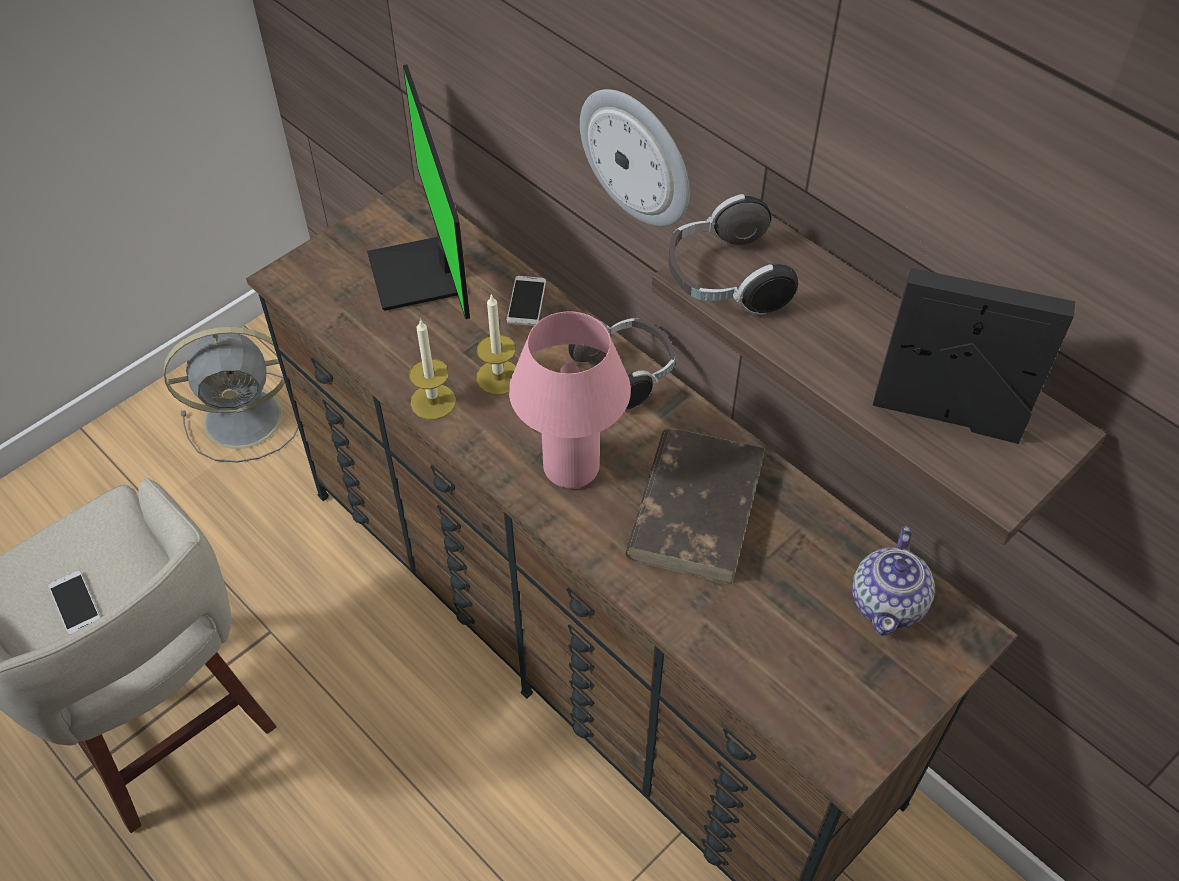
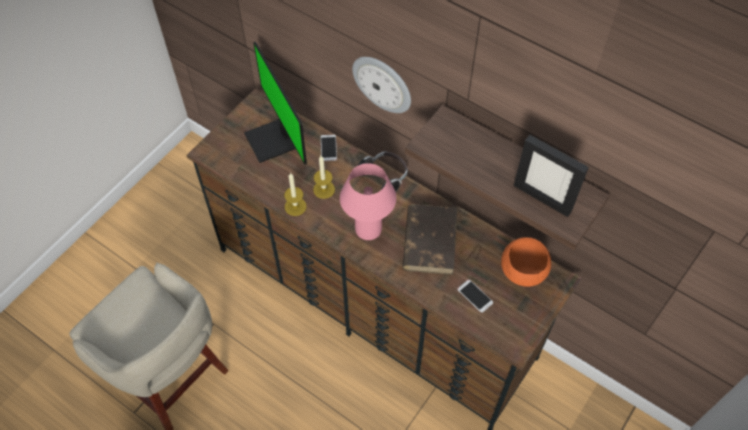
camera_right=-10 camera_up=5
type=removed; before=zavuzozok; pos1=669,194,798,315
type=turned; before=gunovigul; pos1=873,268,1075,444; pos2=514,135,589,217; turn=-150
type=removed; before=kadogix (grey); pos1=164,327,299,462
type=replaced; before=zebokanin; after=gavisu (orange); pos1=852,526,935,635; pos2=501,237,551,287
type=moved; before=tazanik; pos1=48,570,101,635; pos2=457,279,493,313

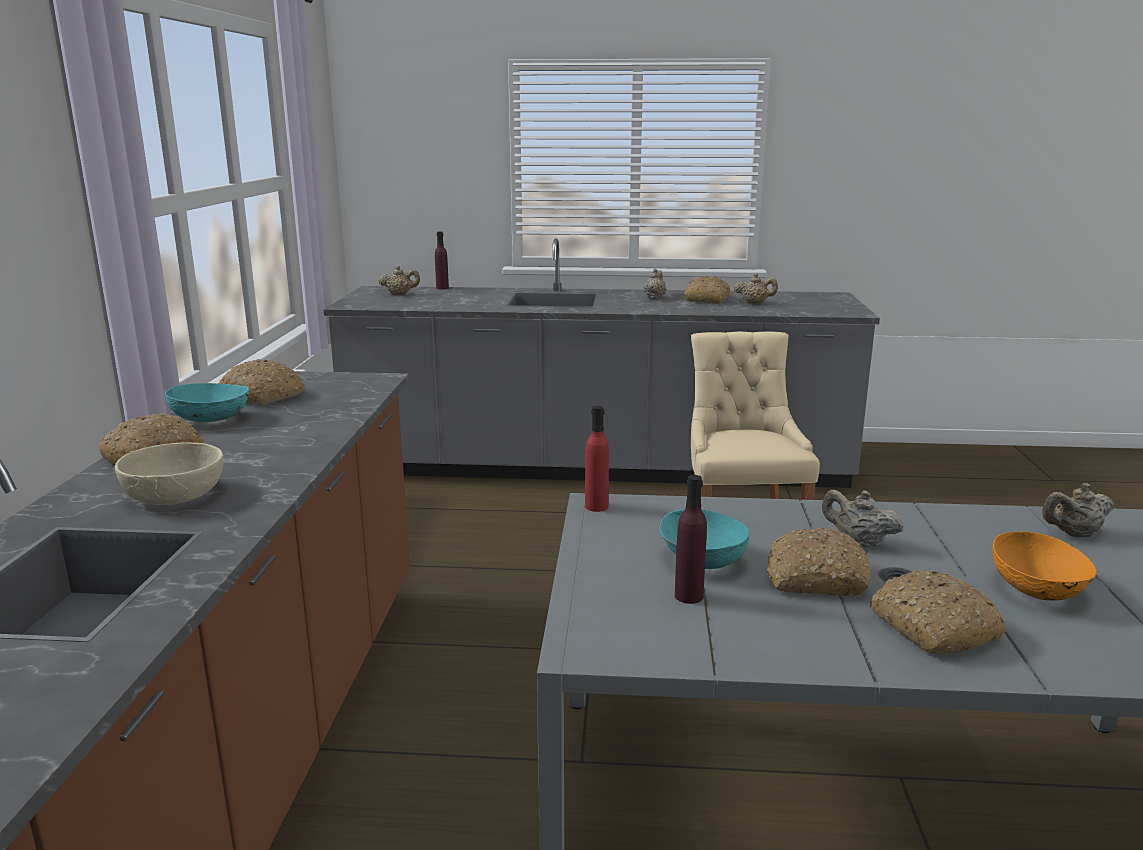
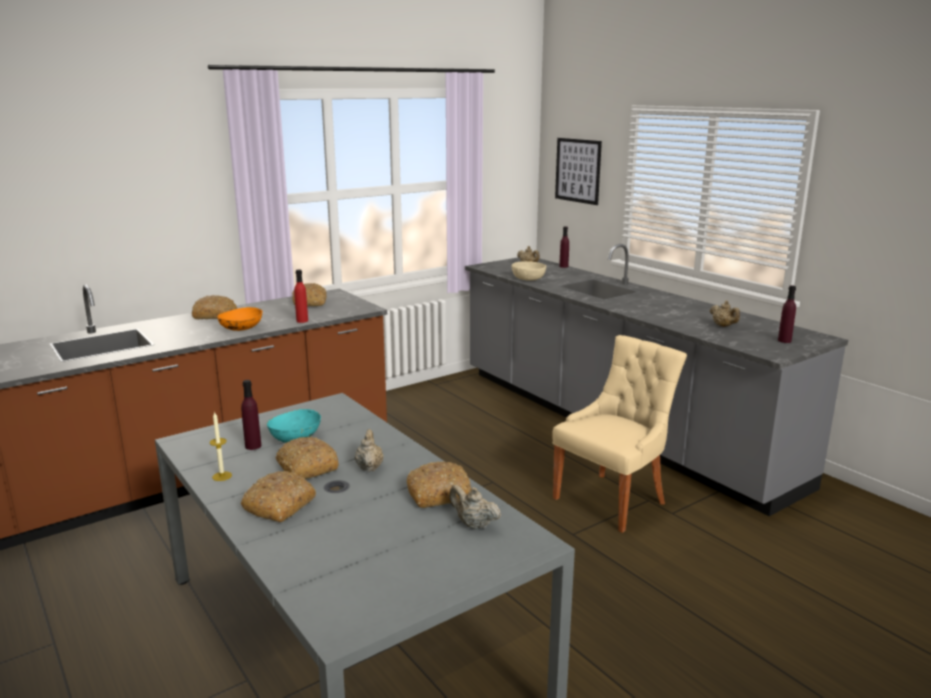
camera_right=50 camera_up=0
type=removed; before=zebokanin (beige); pos1=644,268,666,299
type=moved; before=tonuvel; pos1=684,276,730,303; pos2=407,461,471,508
type=removed; before=gavisu (turquoise); pos1=165,383,249,422
type=moved; before=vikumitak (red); pos1=585,406,609,512; pos2=294,270,308,323
type=moved; before=gavisu (beige); pos1=115,442,223,505; pos2=512,261,546,281
type=moved; before=gavisu (orange); pos1=993,532,1097,601; pos2=217,307,263,331
type=added; after=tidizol; pos2=555,138,602,205
type=added; after=vikumitak (purple); pos2=778,286,796,343
type=added; after=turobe; pos2=210,411,232,481

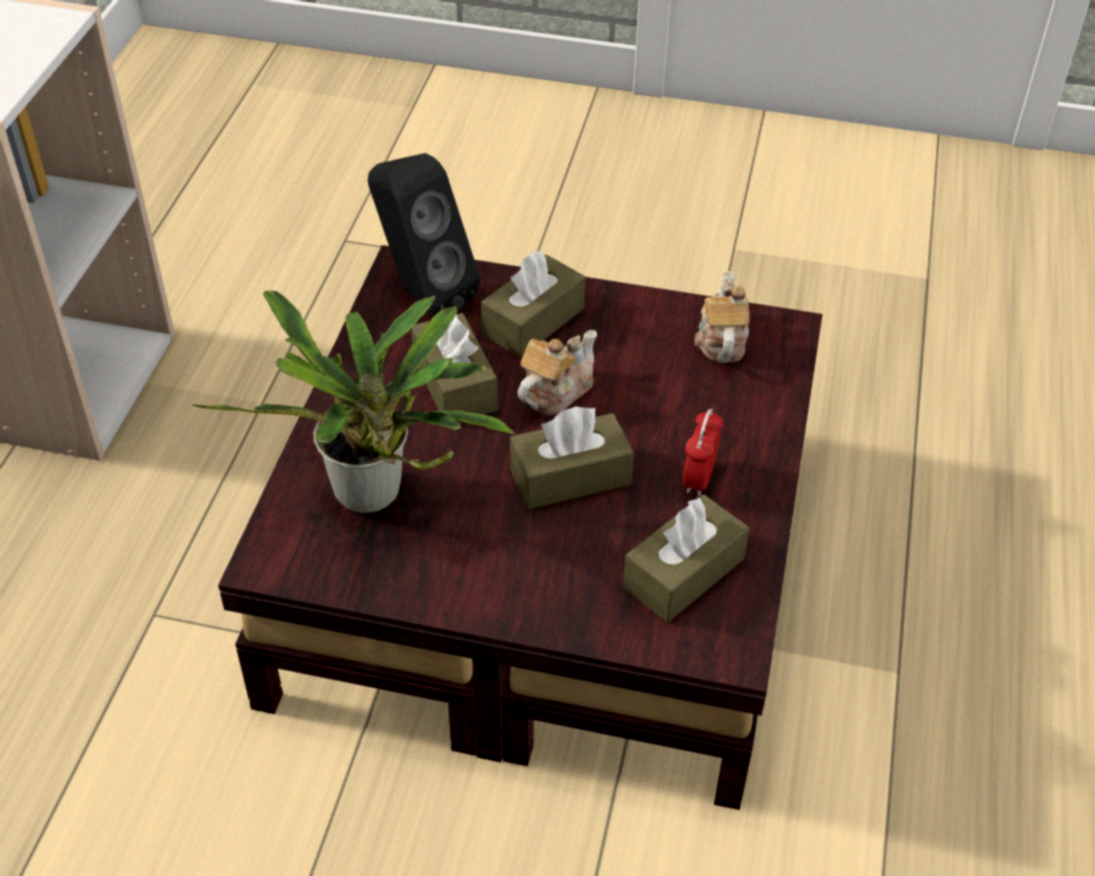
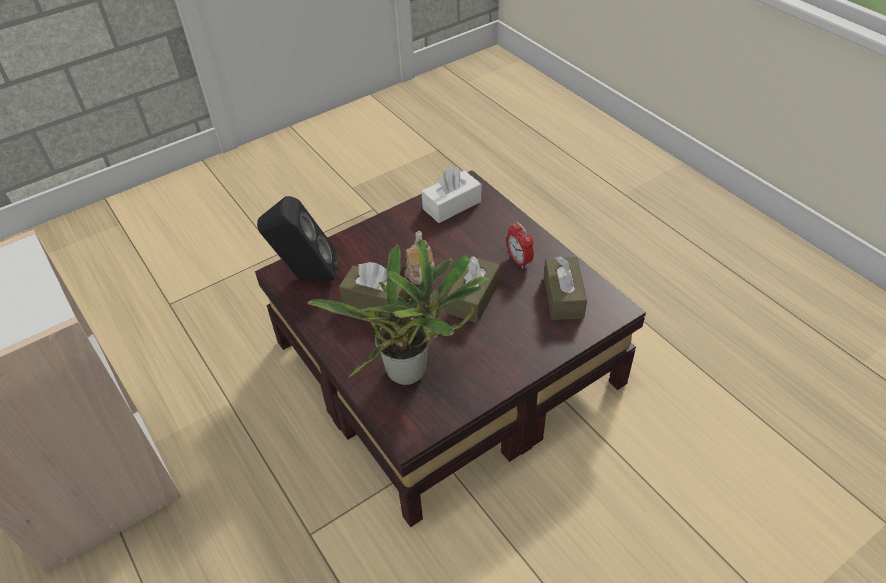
camera_right=-45 camera_up=0
type=removed; before=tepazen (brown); pos1=481,251,585,358
type=replaced; before=zebokanin; after=tepazen (white); pos1=694,271,750,363; pos2=421,167,481,223

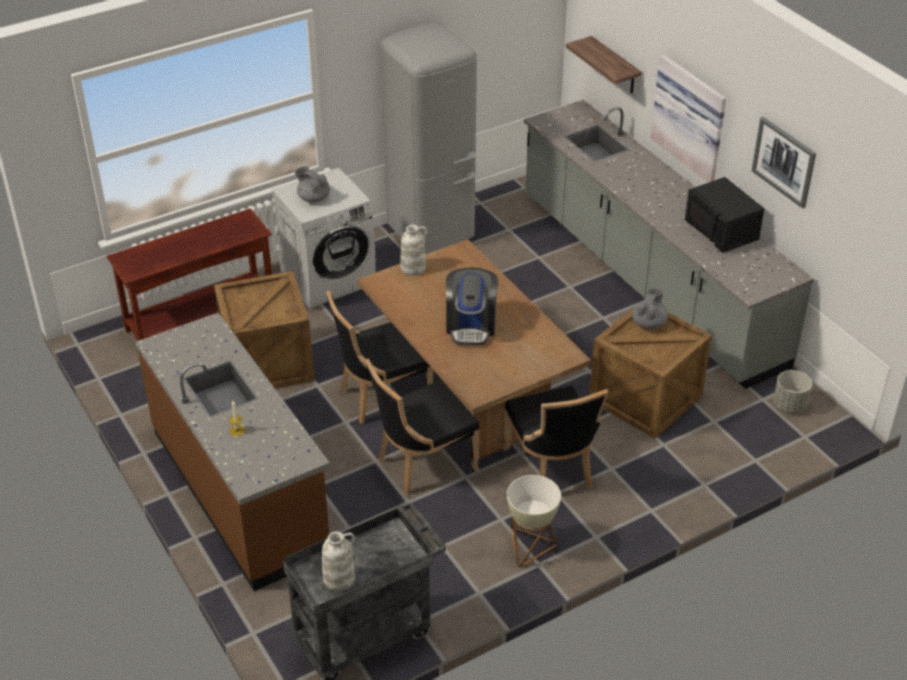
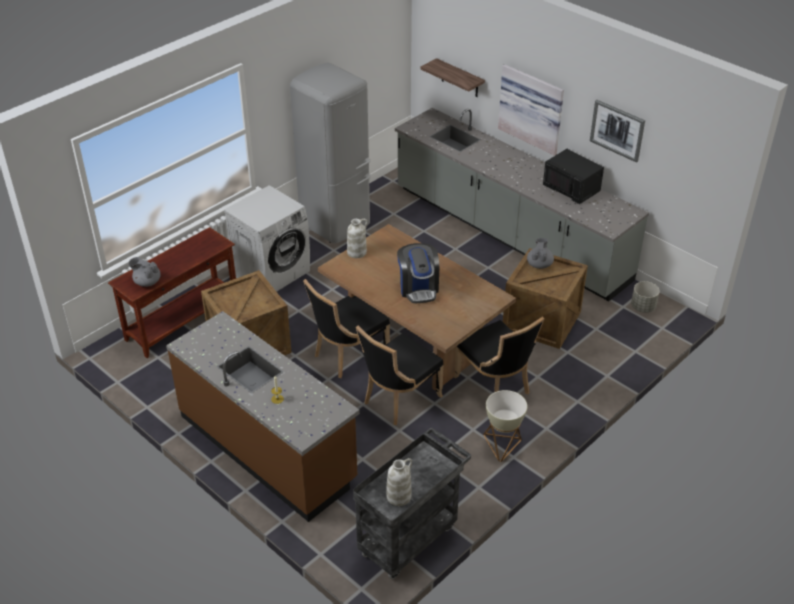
camera_right=-15 camera_up=0
type=moved; before=zebokanin (grey); pos1=295,166,330,203; pos2=128,257,161,287

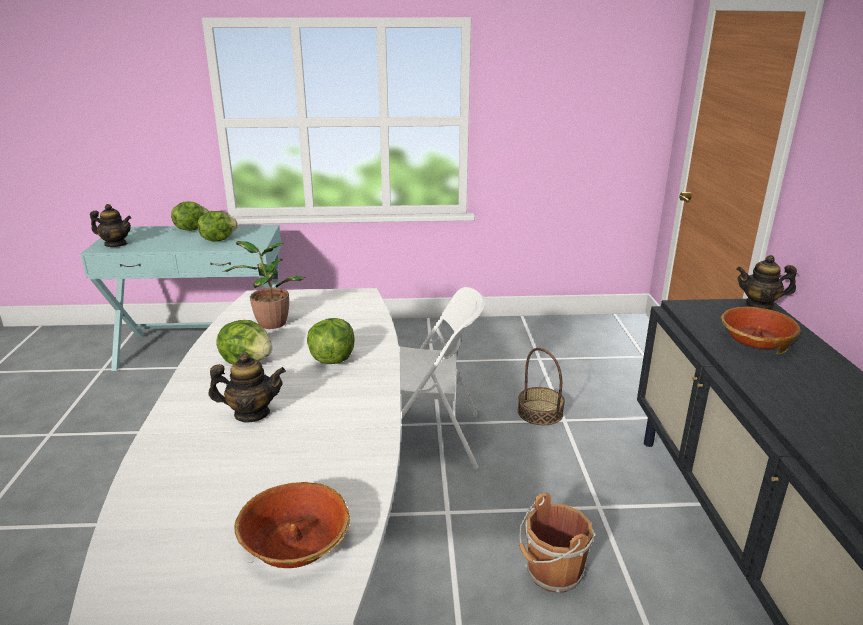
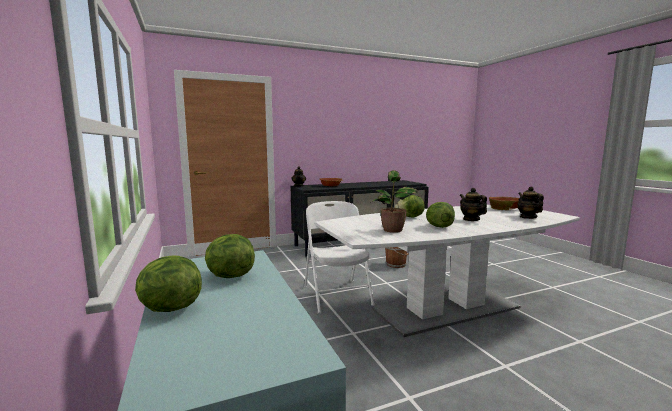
camera_right=-110 camera_up=-15
type=moved; before=zebokanin; pos1=90,204,131,247; pos2=517,186,544,219
type=removed; before=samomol; pos1=518,348,565,425

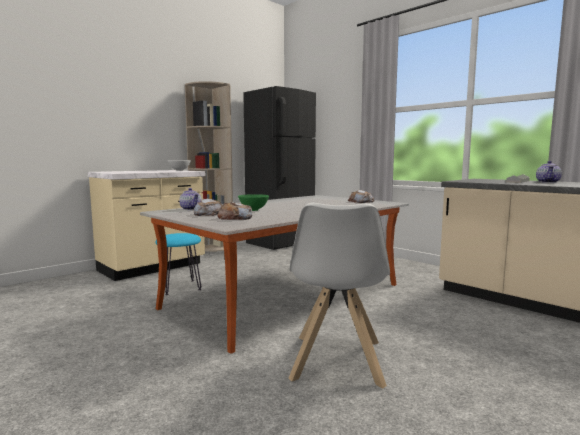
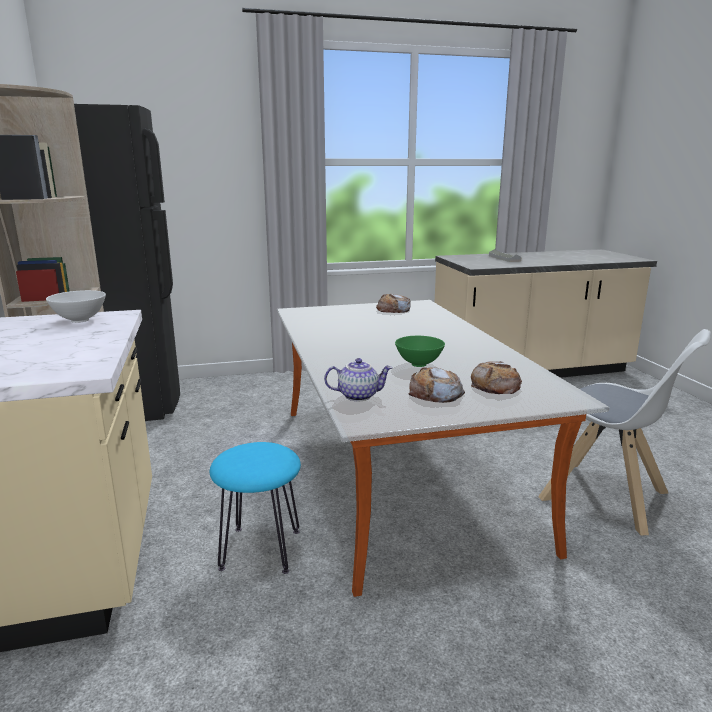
camera_right=-60 camera_up=10
type=removed; before=zebokanin; pos1=536,161,562,183

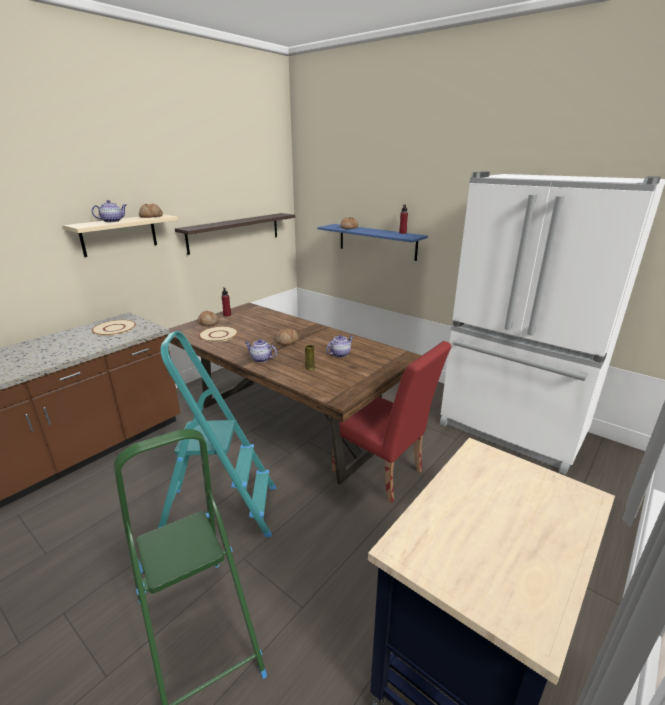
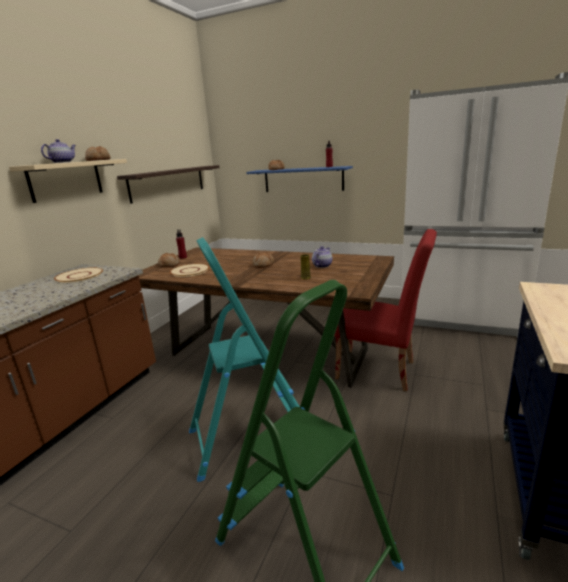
camera_right=-15 camera_up=-5
type=removed; before=zebokanin; pos1=245,339,277,363

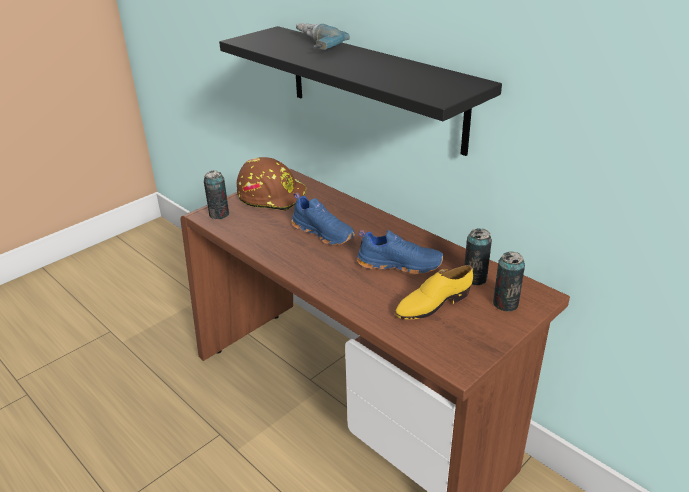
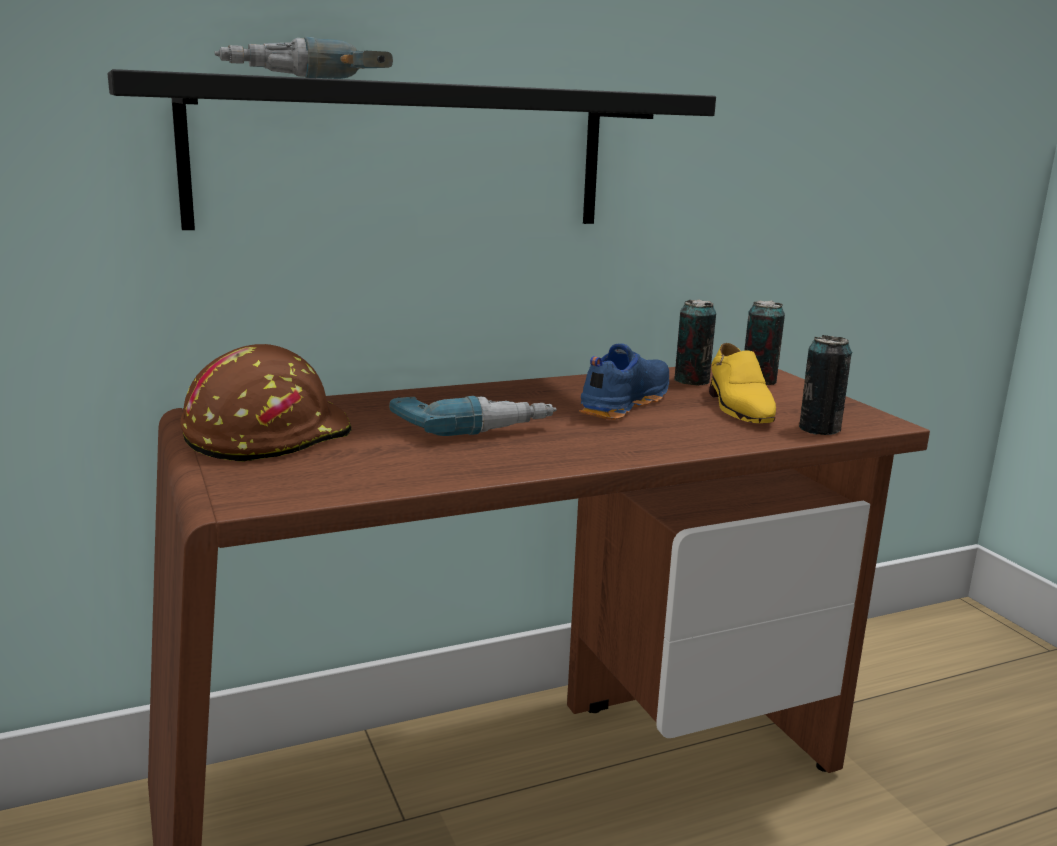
camera_right=-70 camera_up=-15
type=moved; before=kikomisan; pos1=204,171,229,219; pos2=799,335,853,435
type=replaced; before=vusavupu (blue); after=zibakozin; pos1=291,193,355,245; pos2=389,396,557,436

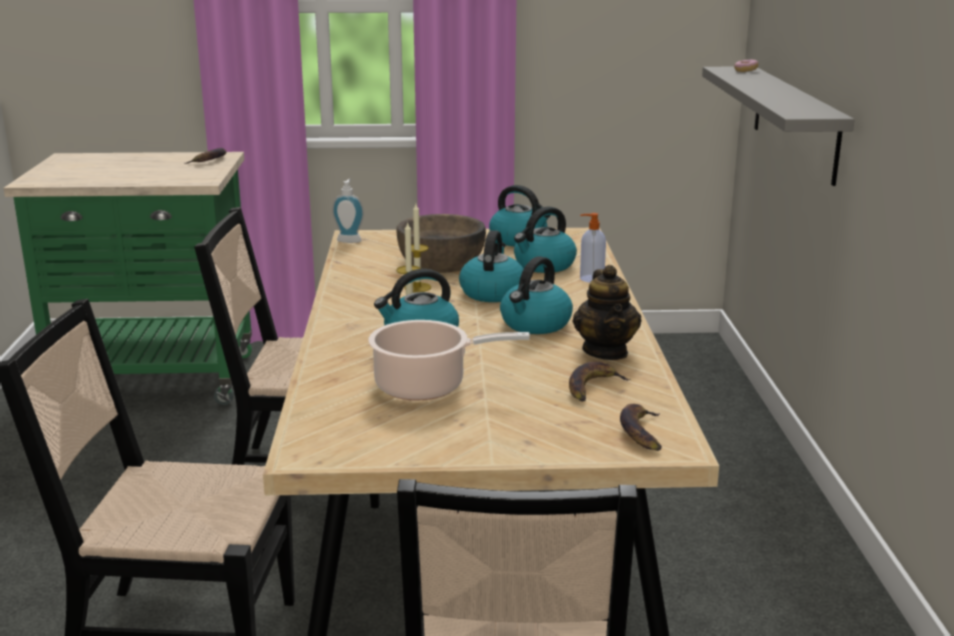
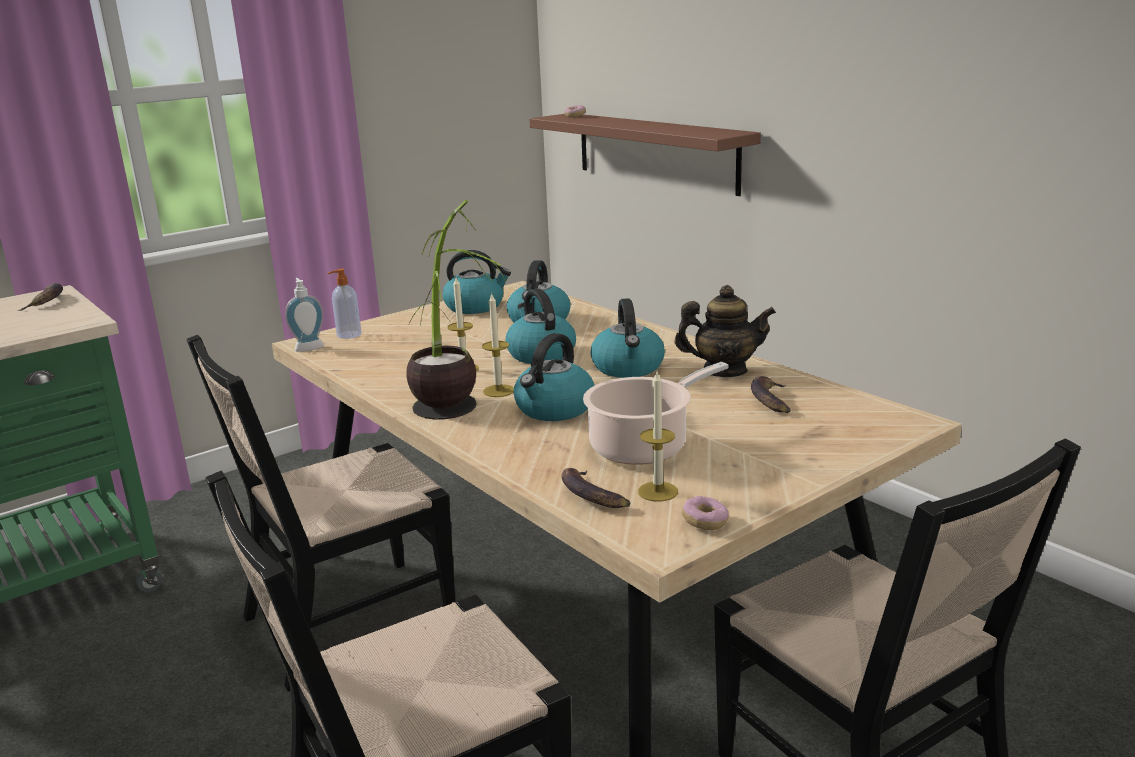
camera_right=-35 camera_up=0
type=recoloured; before=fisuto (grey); after=fisuto (brown); pos1=702,67,855,186; pos2=529,114,761,196
type=moved; before=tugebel; pos1=580,213,606,283; pos2=328,269,362,339
type=removed; before=gavisu (brown); pos1=397,214,486,273
type=turned; before=zebokanin; pos1=573,265,642,360; pos2=675,285,776,377; turn=-45
type=moved; before=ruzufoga; pos1=620,404,662,451; pos2=561,468,631,508
type=added; after=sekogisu; pos2=406,200,506,420
type=added; after=turobe; pos2=638,372,678,501
type=added; after=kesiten; pos2=682,496,729,530

